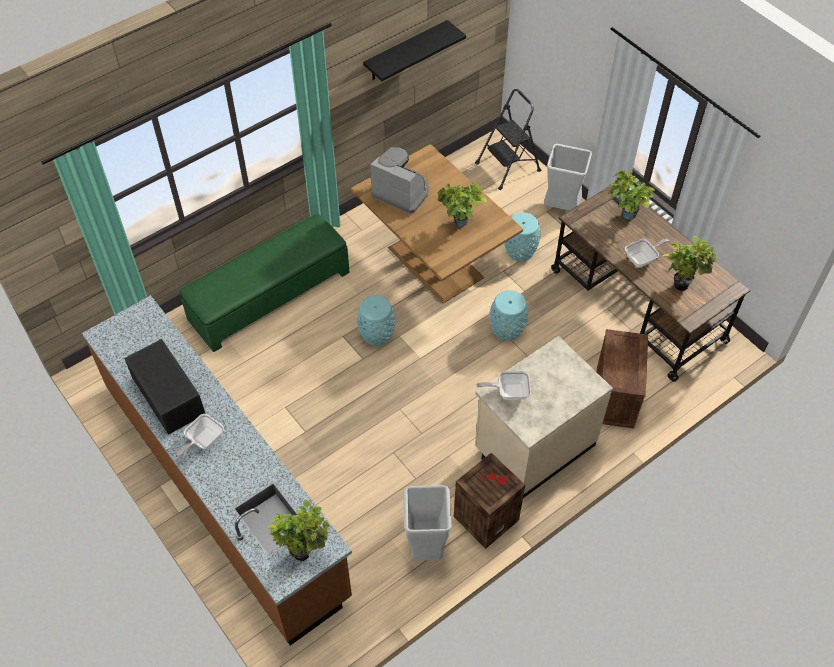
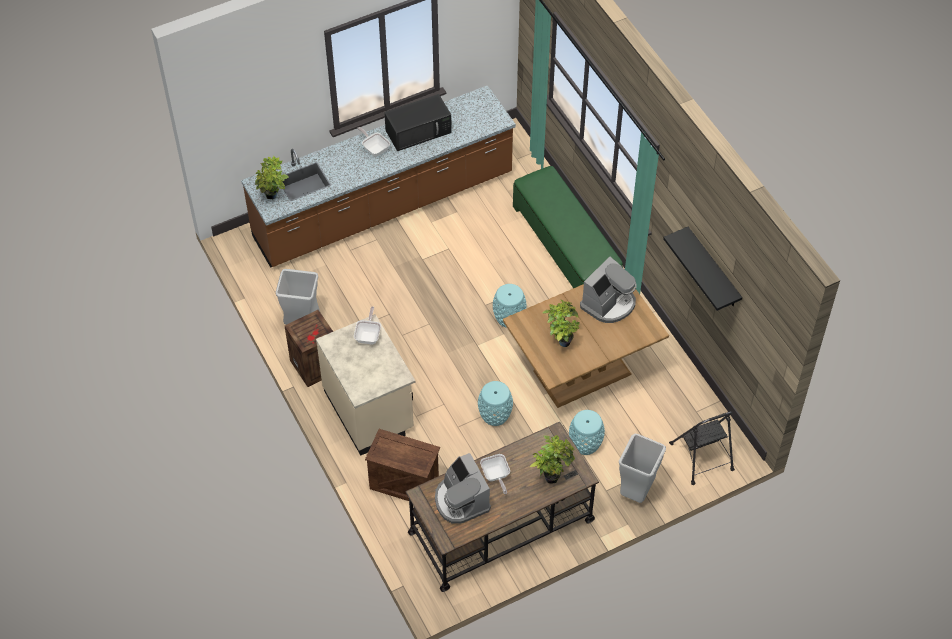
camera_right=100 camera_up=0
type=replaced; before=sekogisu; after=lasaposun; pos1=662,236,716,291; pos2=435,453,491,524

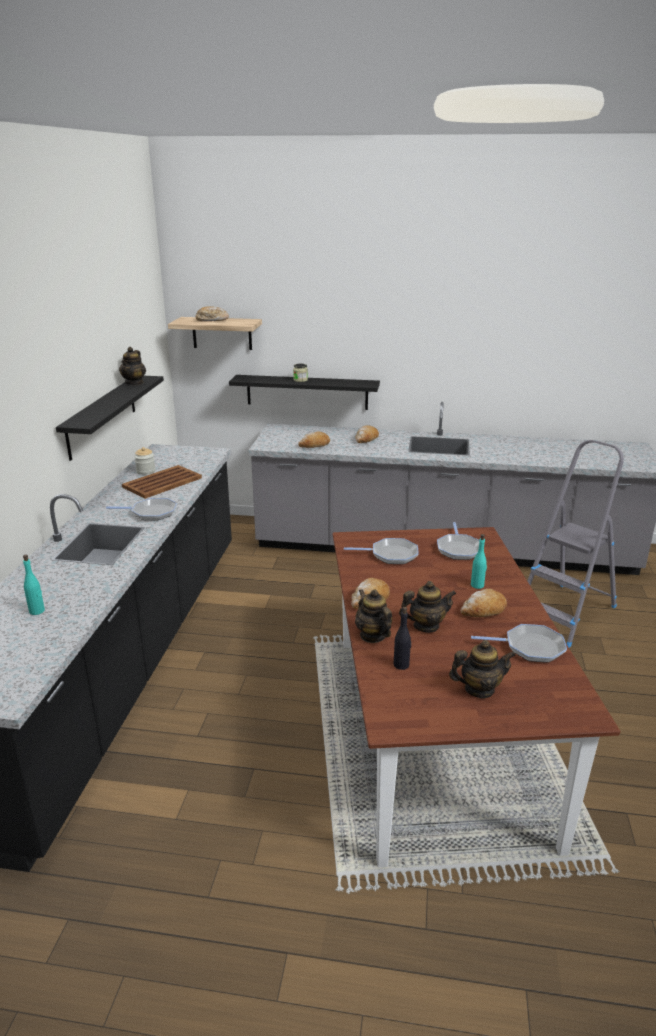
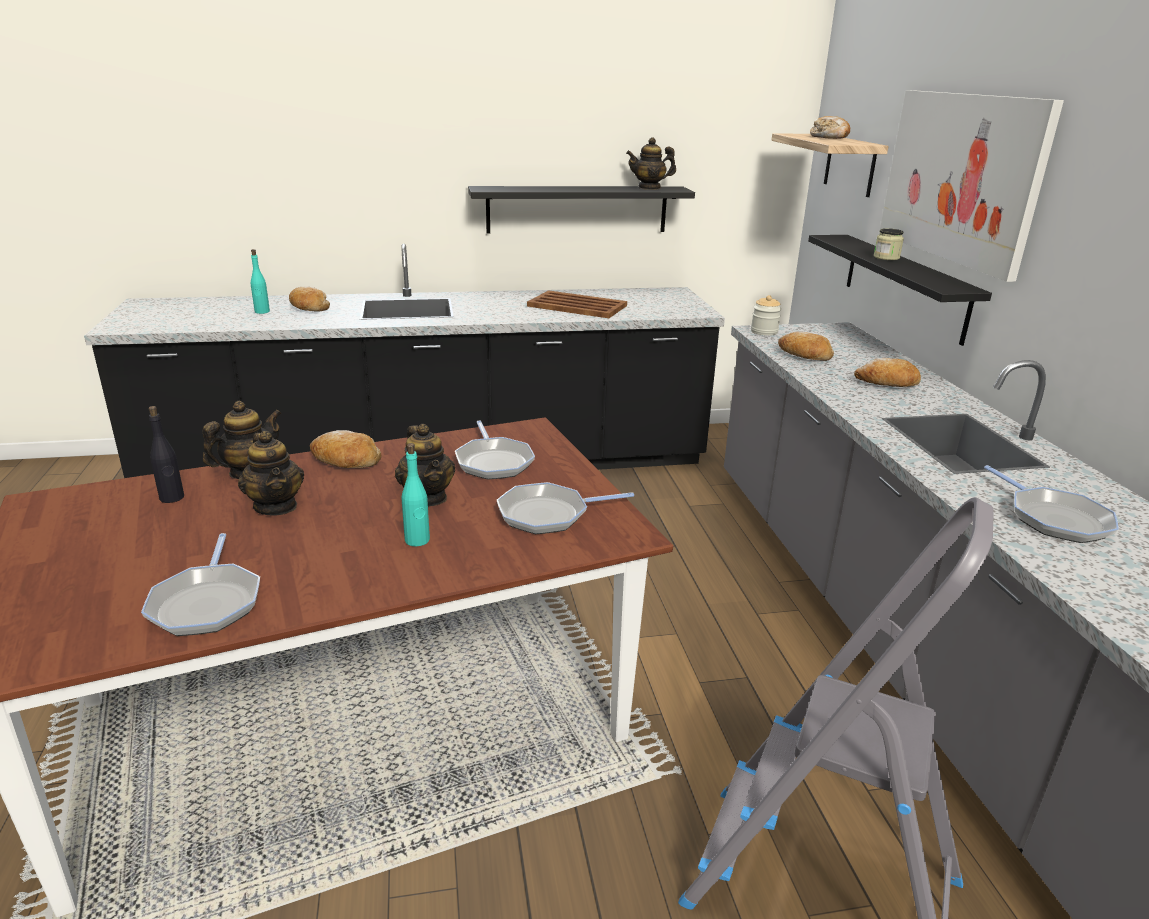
camera_right=70 camera_up=0
type=moved; before=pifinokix; pos1=134,447,156,475; pos2=751,295,782,336
type=moved; before=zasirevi; pos1=106,498,177,521; pos2=984,465,1119,543
type=moved; before=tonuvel; pos1=461,589,507,617; pos2=289,287,330,312
type=moved; before=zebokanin; pos1=449,640,516,698; pos2=395,424,455,506
type=added; after=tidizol; pos2=879,90,1064,282

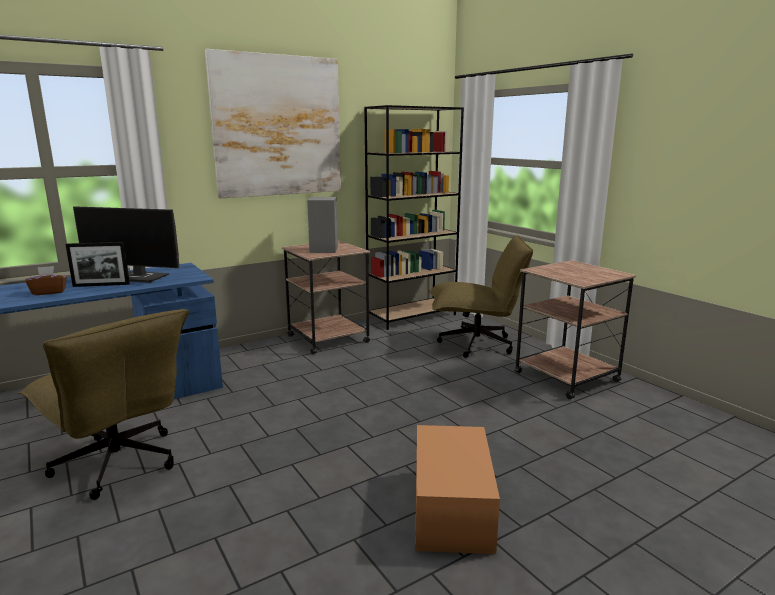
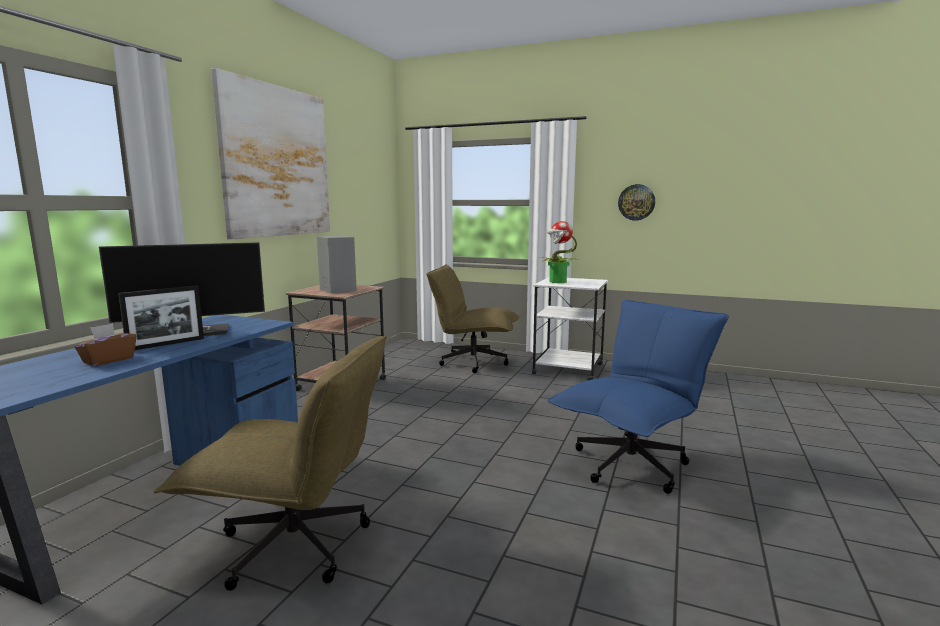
camera_right=-35 camera_up=-5
type=removed; before=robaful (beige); pos1=364,105,464,330
type=turned; before=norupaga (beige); pos1=430,236,533,358; pos2=426,264,519,373; turn=-135
type=recoloured; before=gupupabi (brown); after=gupupabi (white); pos1=514,260,637,399; pos2=532,277,608,380
type=replaced; before=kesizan; after=norupaga (blue); pos1=416,425,500,554; pos2=548,300,729,494
type=added; after=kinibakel; pos2=618,184,655,221
type=added; after=sekogisu; pos2=540,221,577,283

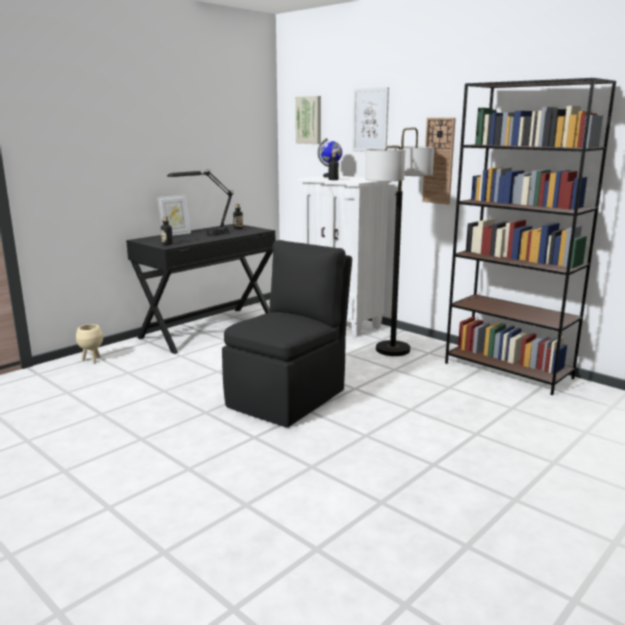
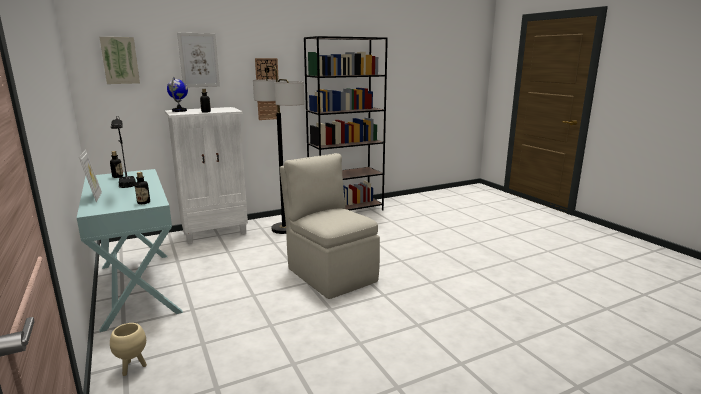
camera_right=-70 camera_up=0
type=recoloured; before=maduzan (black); after=maduzan (turquoise); pos1=126,224,275,354; pos2=77,169,183,332
type=recoloured; before=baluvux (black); after=baluvux (beige); pos1=222,240,352,427; pos2=280,153,380,299

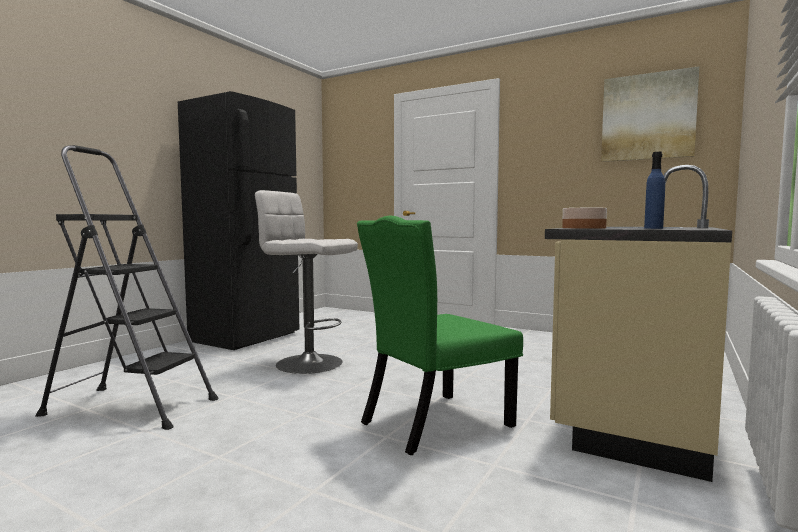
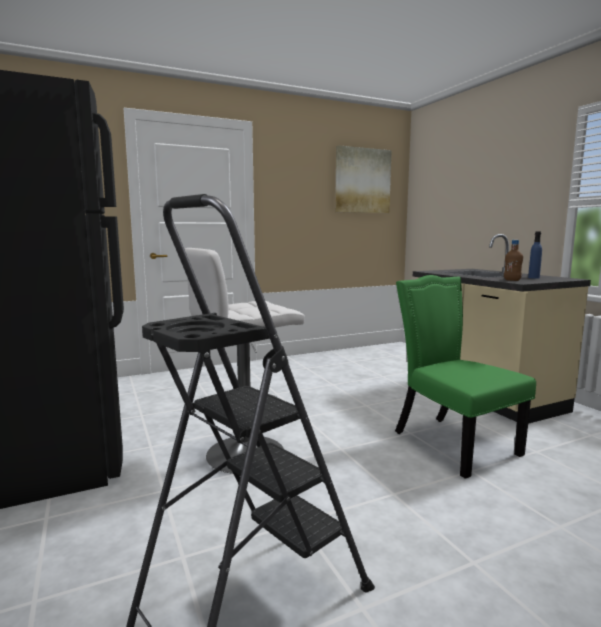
camera_right=-55 camera_up=5
type=replaced; before=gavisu; after=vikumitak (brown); pos1=562,208,607,229; pos2=504,240,523,281
type=turned; before=baluvux (green); pos1=357,215,523,455; pos2=395,275,536,479; turn=150

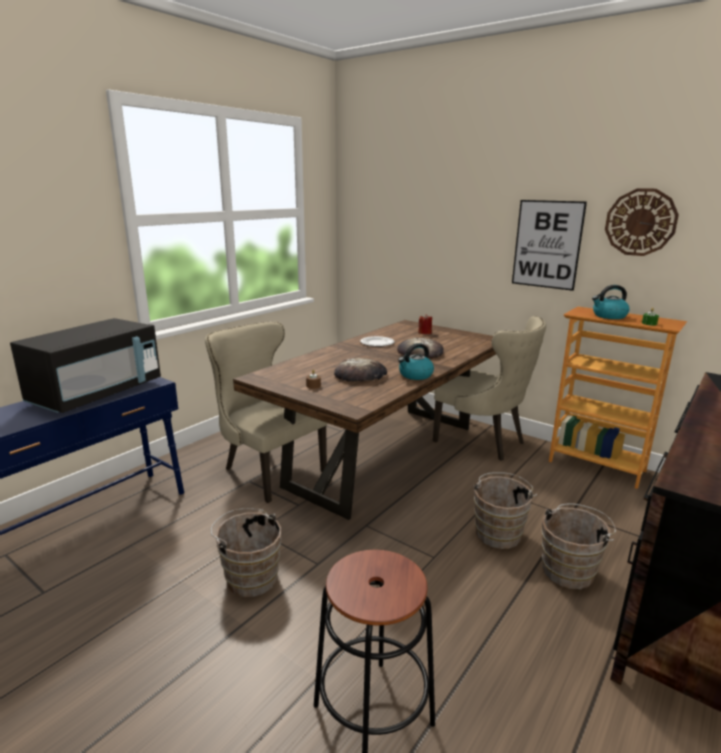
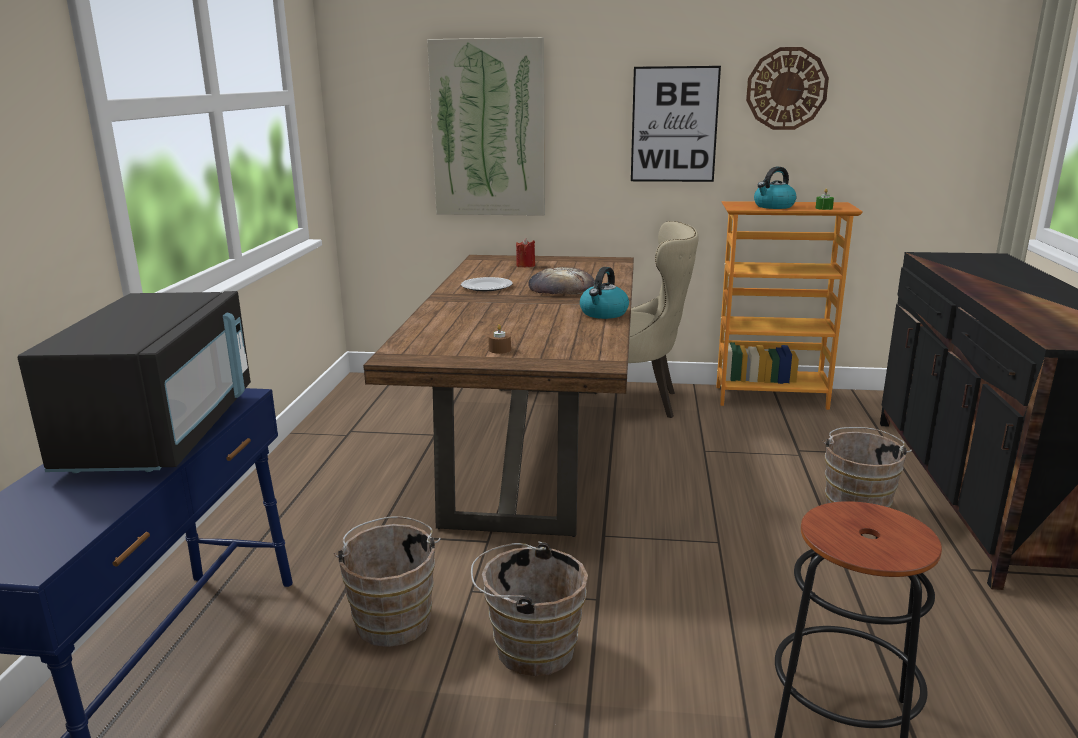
camera_right=-30 camera_up=0
type=removed; before=baluvux (beige); pos1=205,322,327,503
type=removed; before=tonuvel; pos1=334,358,387,382
type=moved; before=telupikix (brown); pos1=472,472,537,549; pos2=334,516,441,647
type=added; after=tidizol; pos2=427,37,545,216

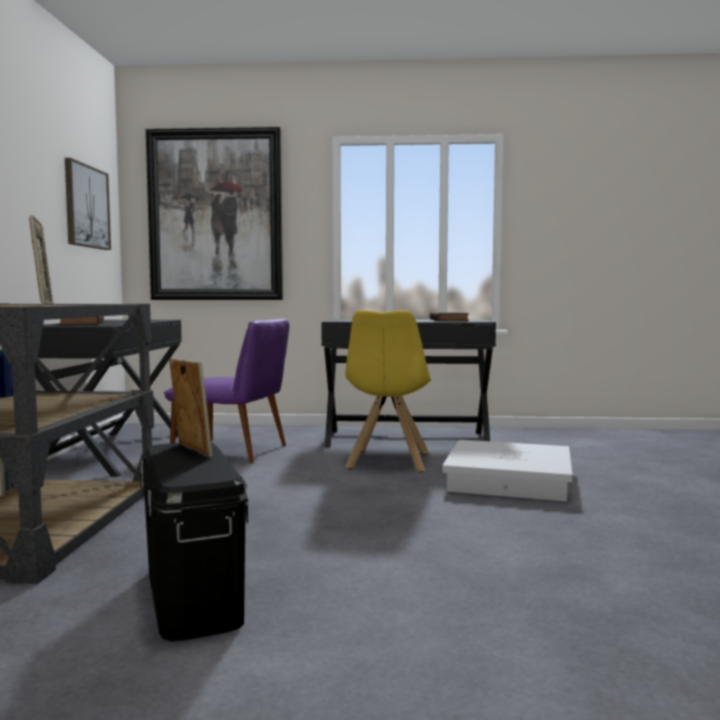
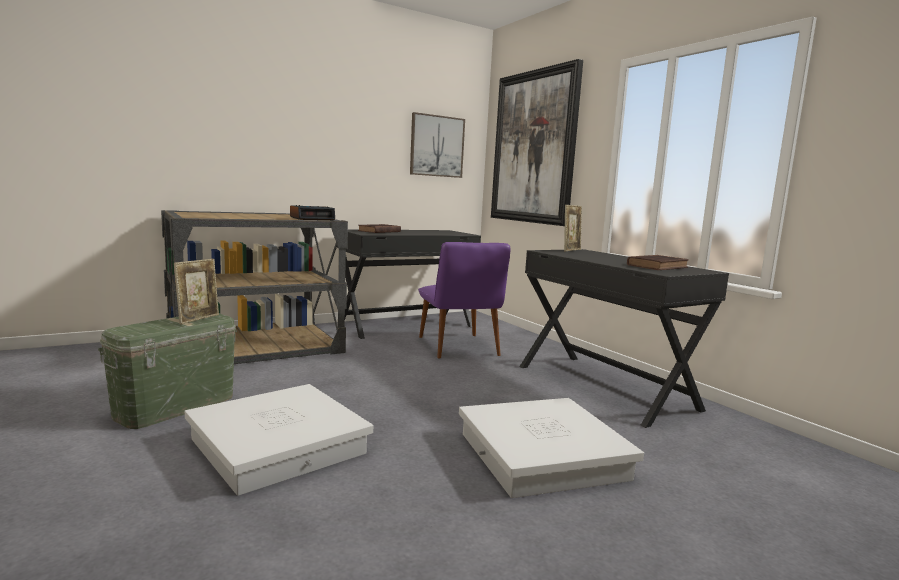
camera_right=55 camera_up=5
type=moved; before=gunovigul; pos1=29,215,54,305; pos2=564,205,582,251
type=removed; before=baluvux (yellow); pos1=345,310,432,472
type=recoloured; before=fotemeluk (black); after=fotemeluk (green); pos1=140,442,248,641; pos2=98,314,237,429
type=added; after=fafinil; pos2=290,205,335,220
type=added; after=fotemeluk (white); pos2=185,384,373,496

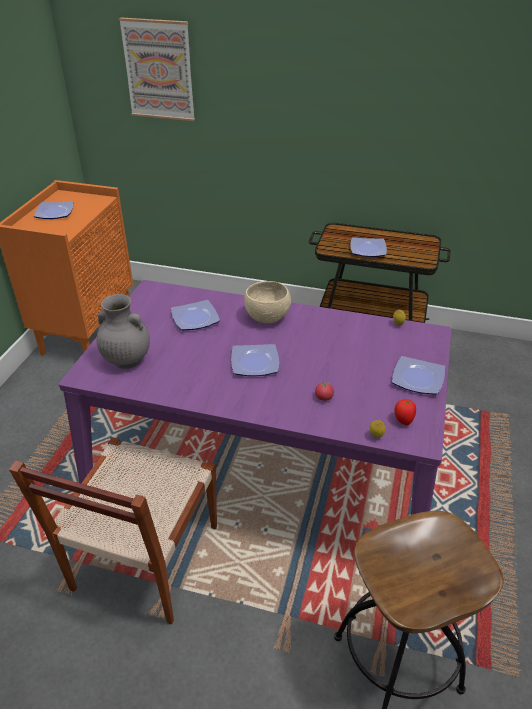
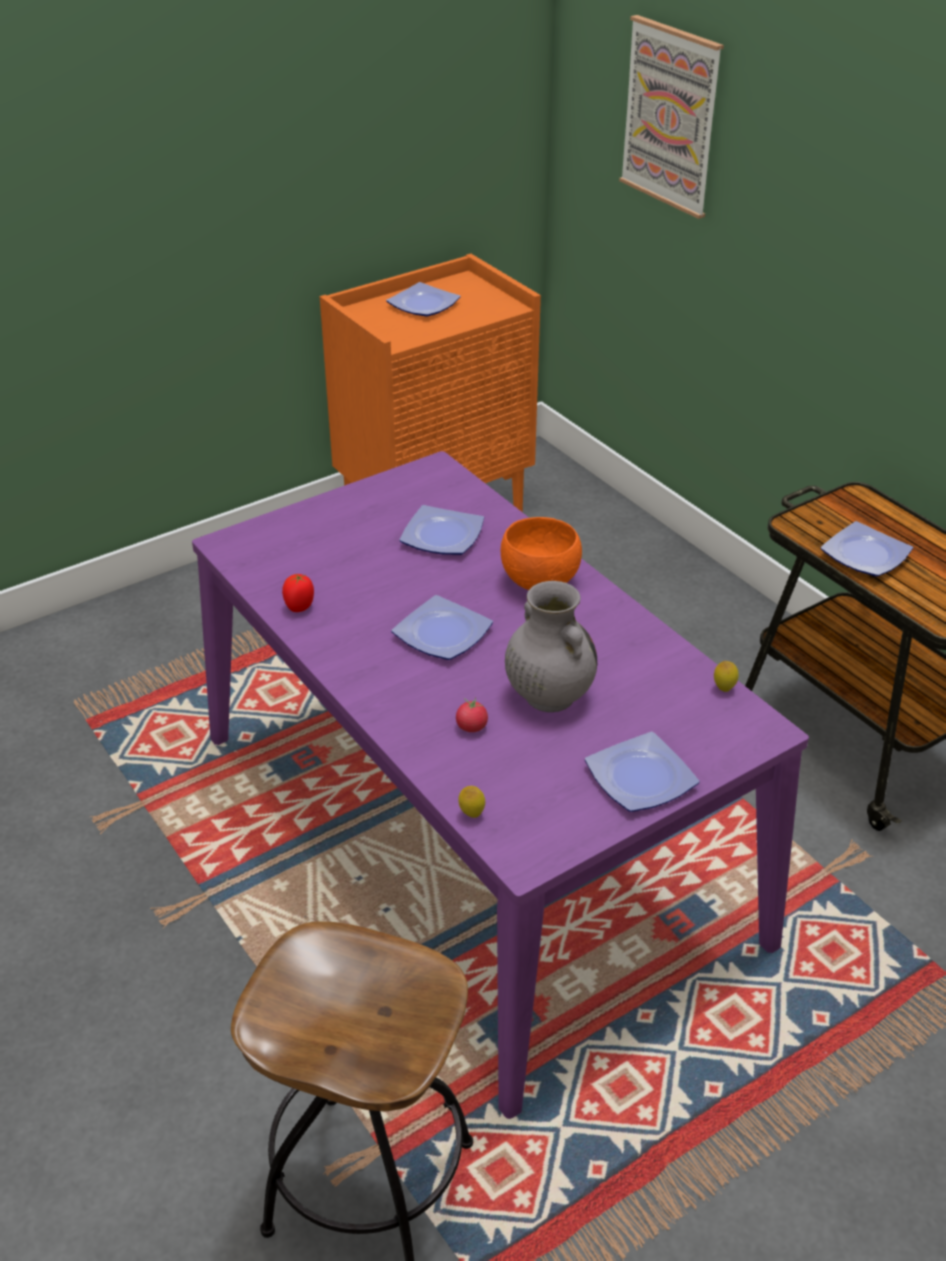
camera_right=40 camera_up=0
type=recoloured; before=gavisu (beige); after=gavisu (orange); pos1=244,281,291,323; pos2=501,517,582,590
type=moved; before=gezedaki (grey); pos1=97,294,150,369; pos2=505,581,597,712
type=moved; before=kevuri; pos1=394,399,416,425; pos2=282,574,314,612
type=removed; before=baluvux; pos1=9,437,217,624

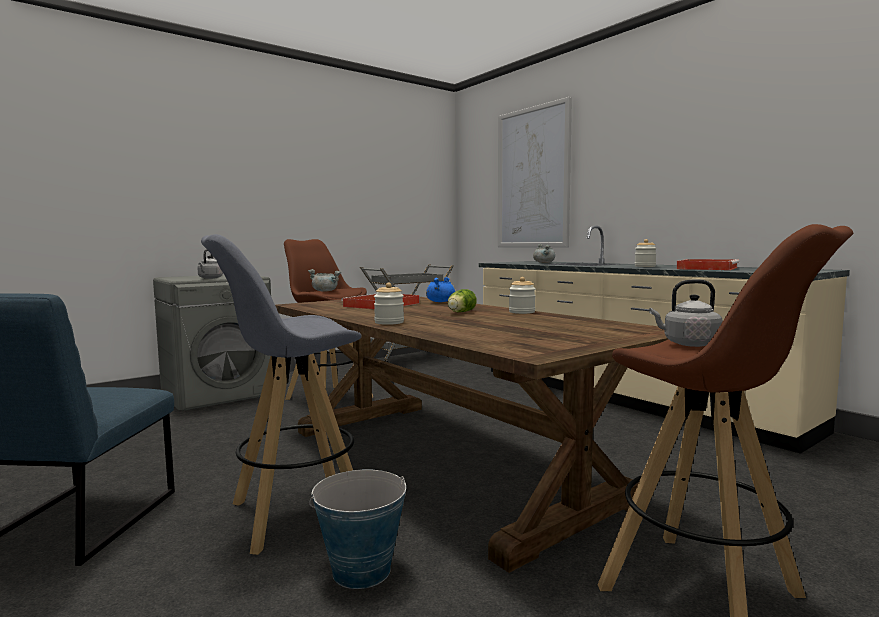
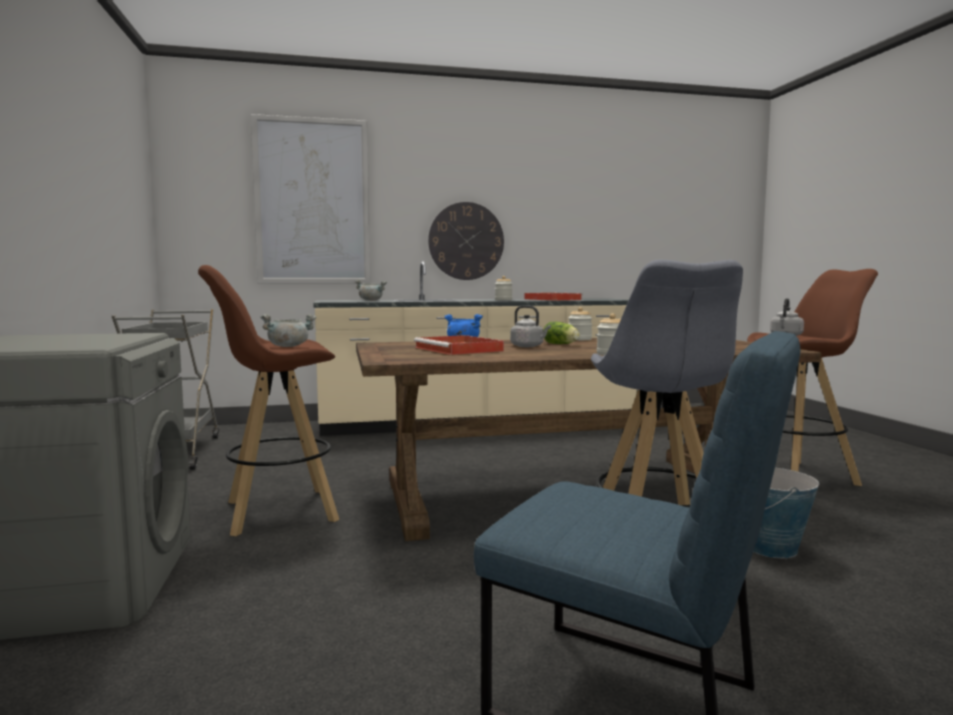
camera_right=-65 camera_up=0
type=moved; before=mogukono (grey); pos1=197,249,223,279; pos2=510,305,551,347
type=added; after=kinibakel; pos2=428,202,504,280

